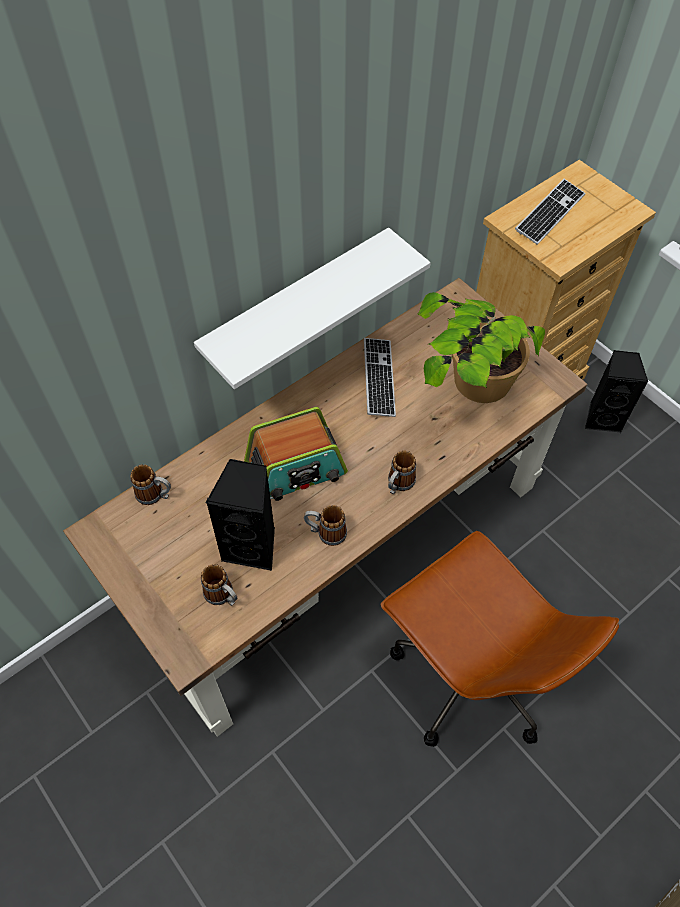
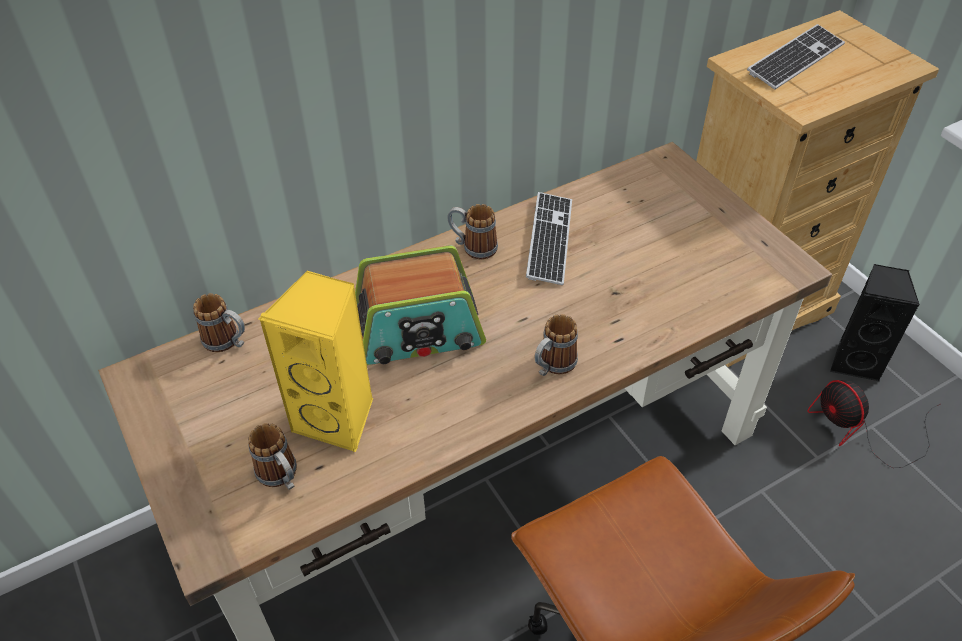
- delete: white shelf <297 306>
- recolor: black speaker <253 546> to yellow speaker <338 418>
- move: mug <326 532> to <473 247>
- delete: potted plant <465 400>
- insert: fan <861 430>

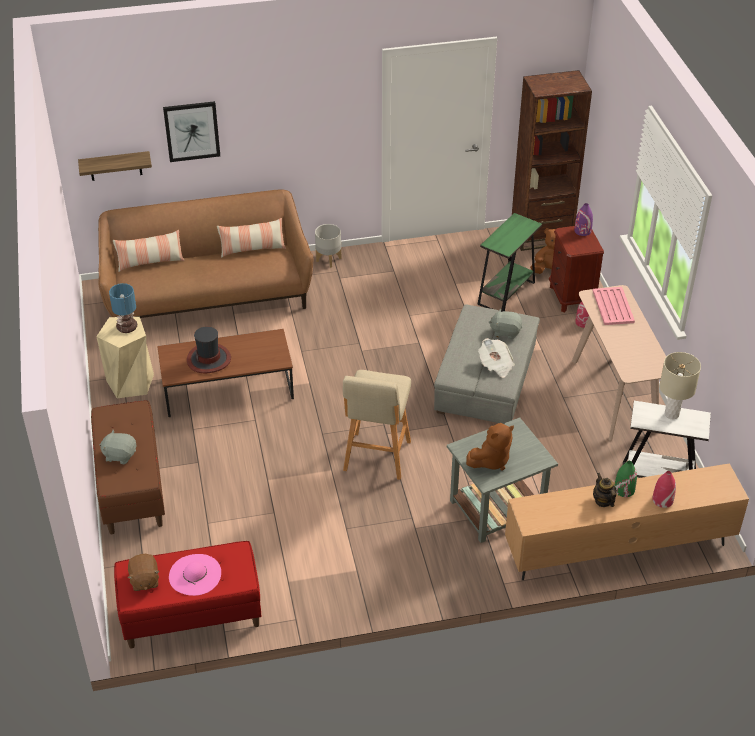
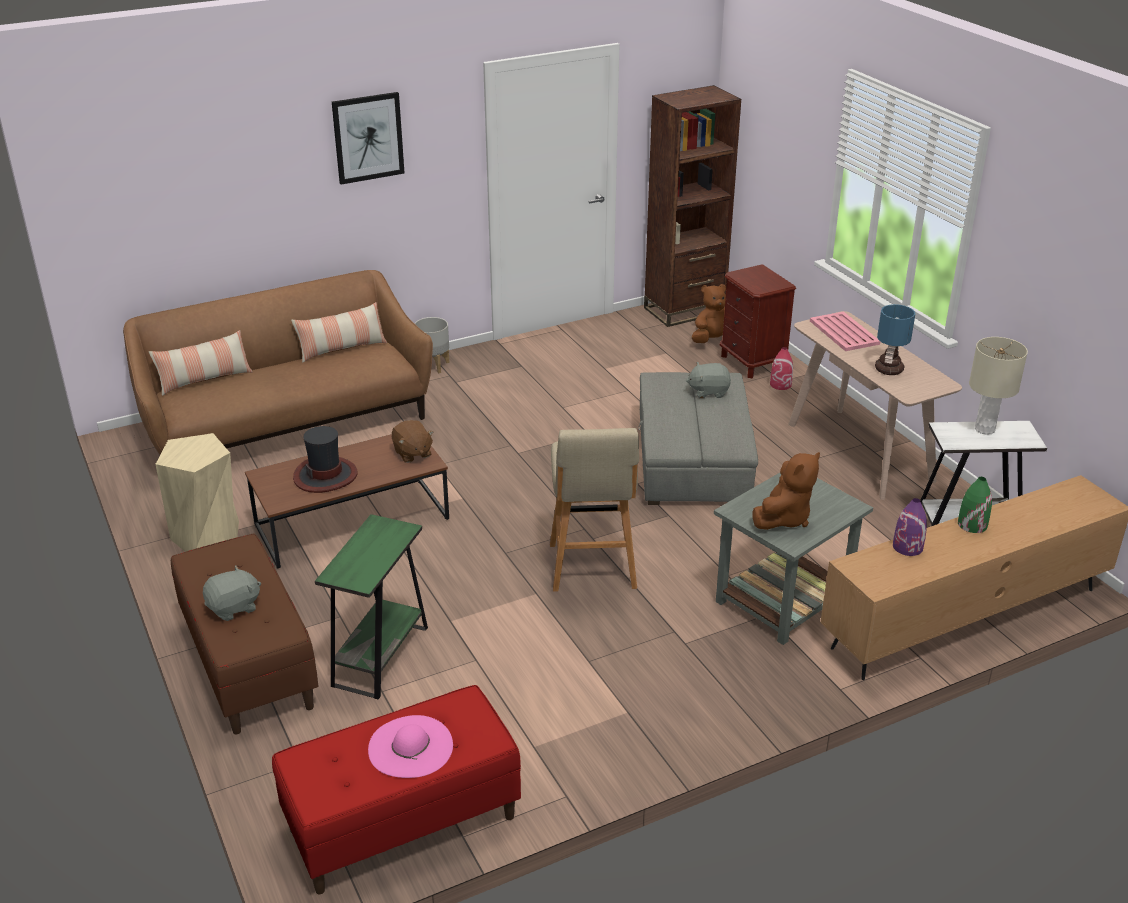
- delete: shelf <115 166>
- rotate: grey plush toy <120 455> = <234 608> 150 degrees clockwise
- move: table lamp <127 326> to <888 369>
- move: brown plush toy <144 580> to <412 453>
- move: picture <192 131> to <368 137>
- move: green side table <506 293> to <380 656>
- delete: newspaper <496 365>
- move: purple vase <583 231> to <908 547>
- delete: teapot <603 501>
- delete: red vase <662 500>

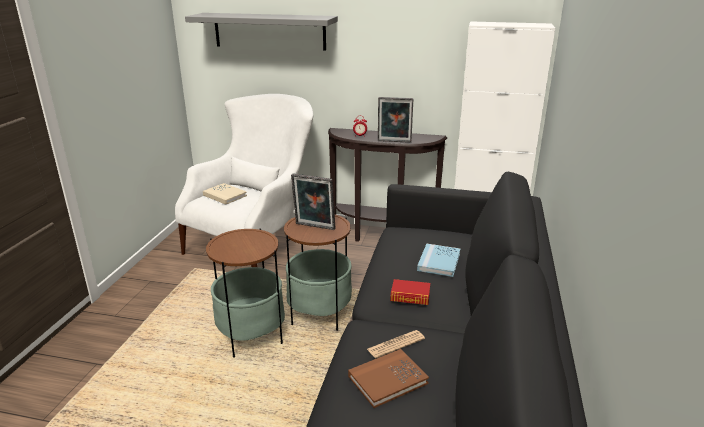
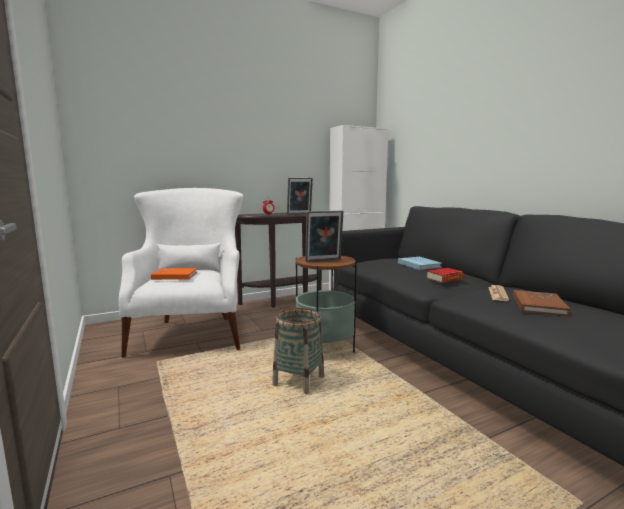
- delete: grey shelf <269 31>
- recolor: beige book <225 195> to orange book <174 276>
- replace: side table <251 336> to basket <298 381>

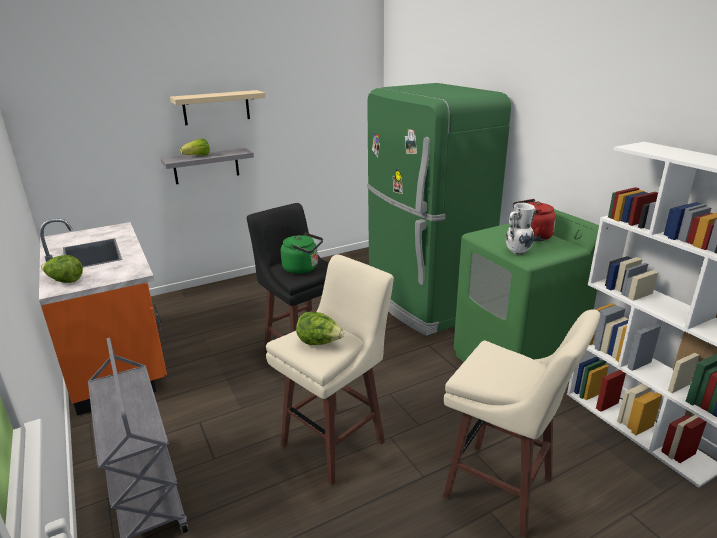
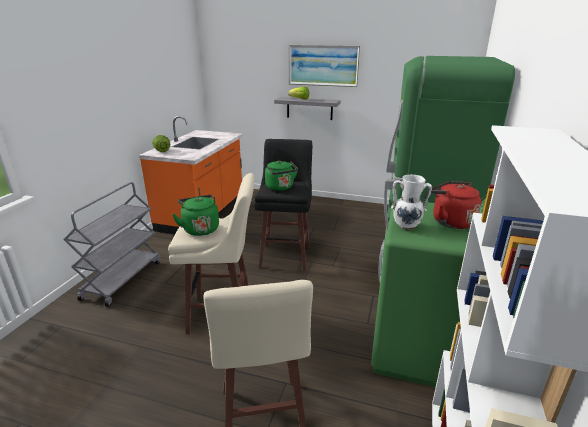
- replace: beige shelf <216 107> to picture <323 65>
- replace: lettuce <319 343> to green kettle <200 229>

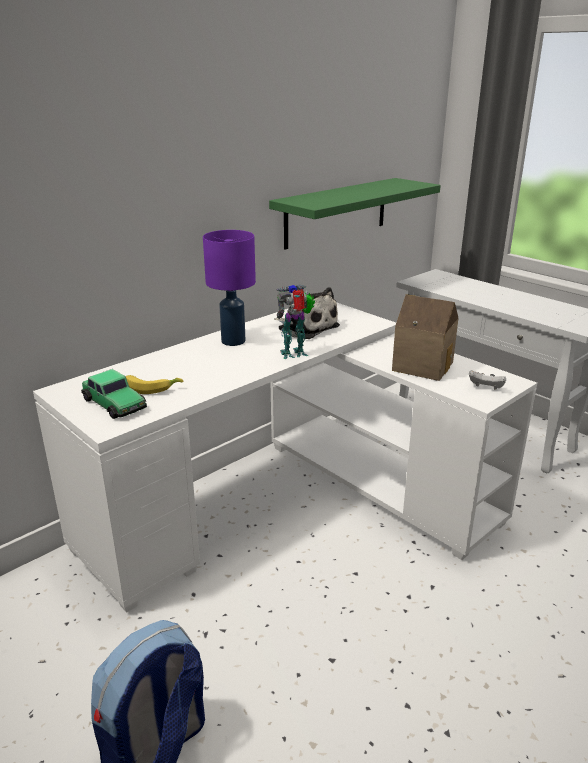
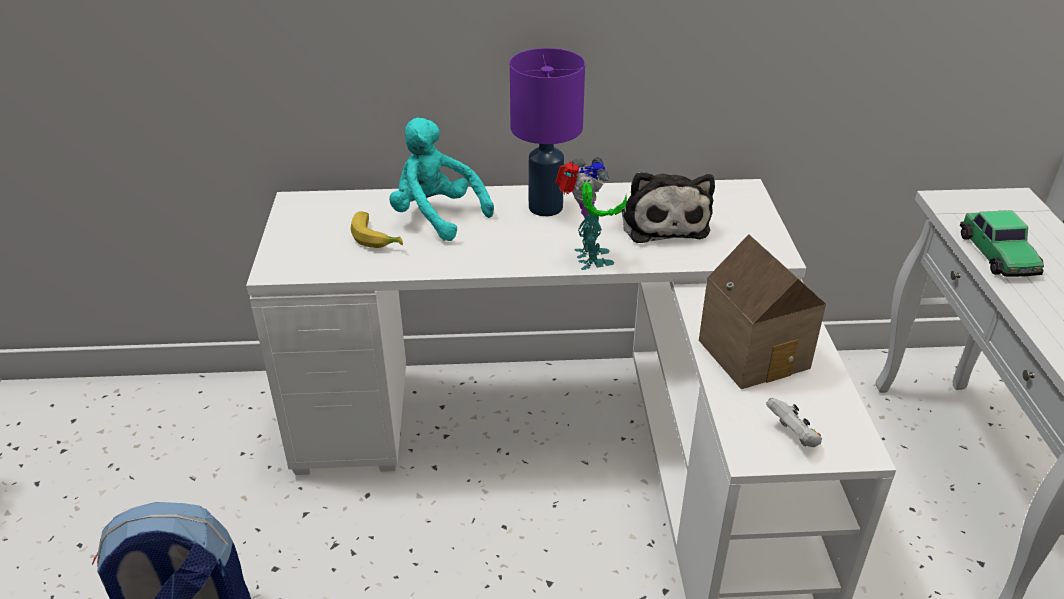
- move: toy car <114 404> to <997 254>
- delete: green shelf <336 212>
- rotate: toy robot <295 354> = <588 259> 60 degrees clockwise
- insert: turquoise plush toy <436 216>

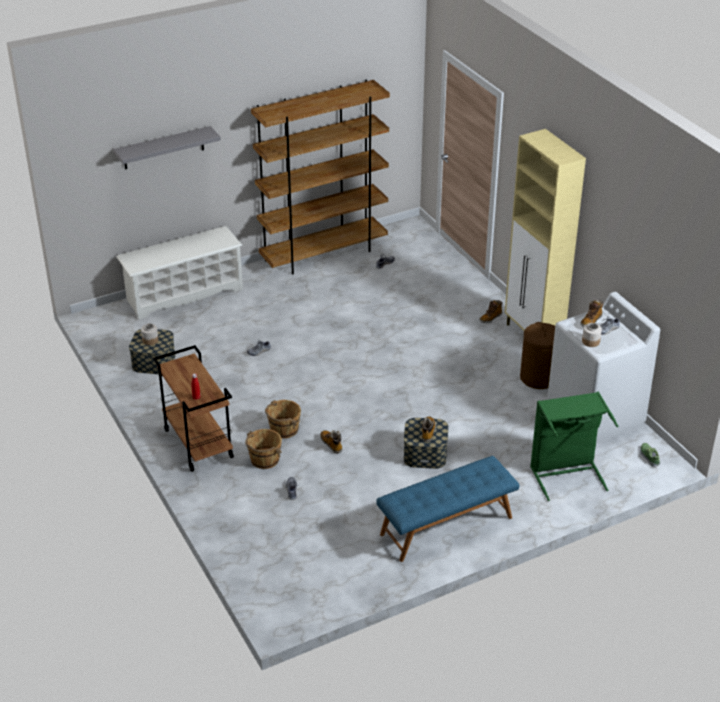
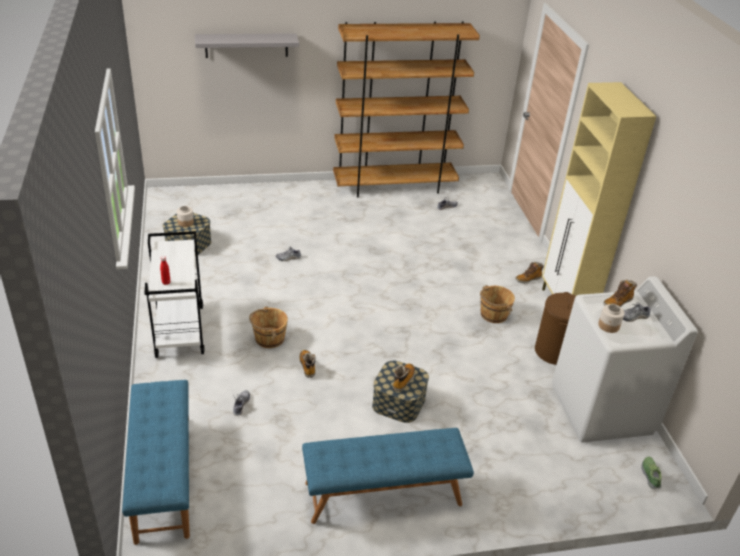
- delete: white shoe rack <184 294>
- recolor: brown cart <197 443> to white cart <179 331>
- move: brown bucket <264 459> to <493 314>
- delete: green laundry basket <566 473>
- insert: blue bench <162 476>

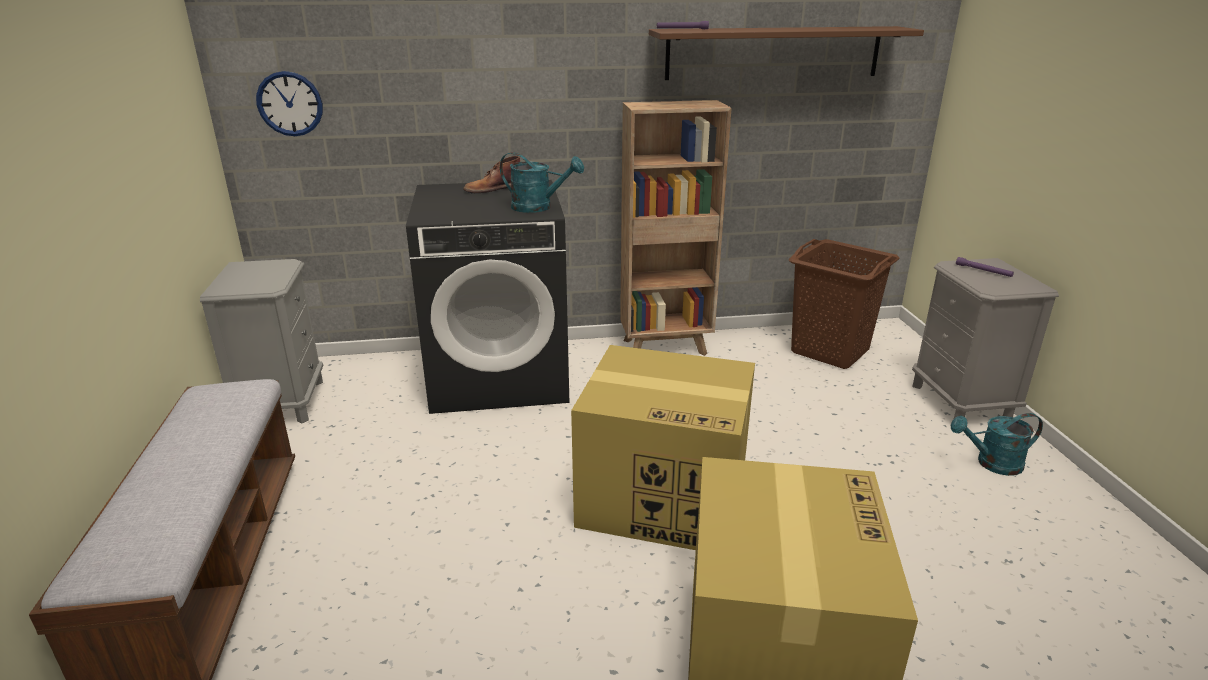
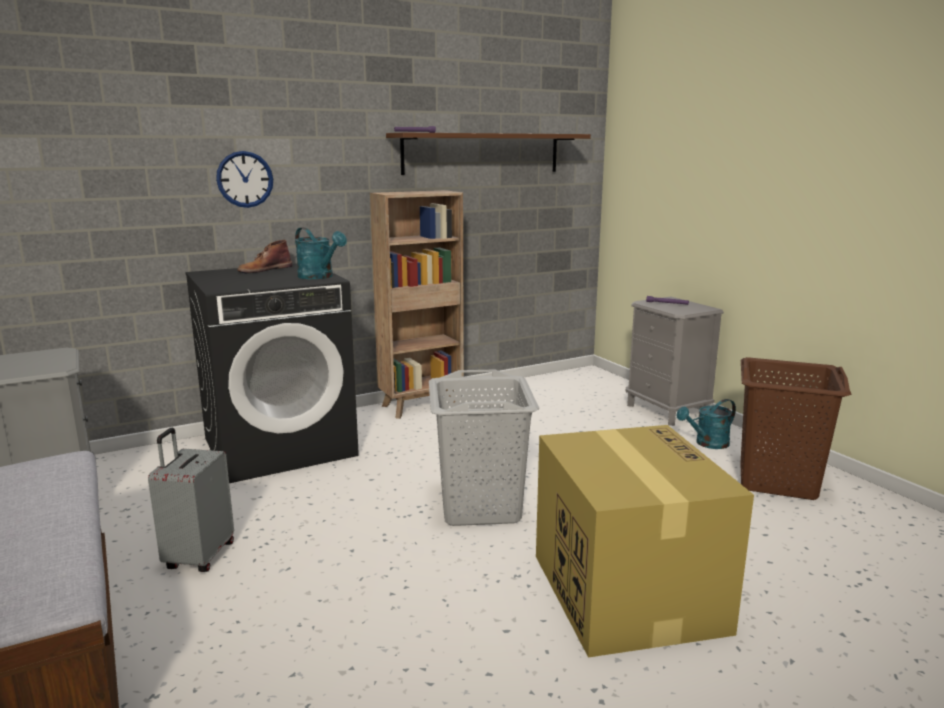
- move: wall clock <290 104> to <245 179>
- rotate: turquoise watering can <539 207> = <319 277> 45 degrees clockwise
- replace: cardboard box <665 498> to grey laundry basket <481 507>
- move: brown laundry basket <829 350> to <776 481>
- insert: grey suitcase <198 557>

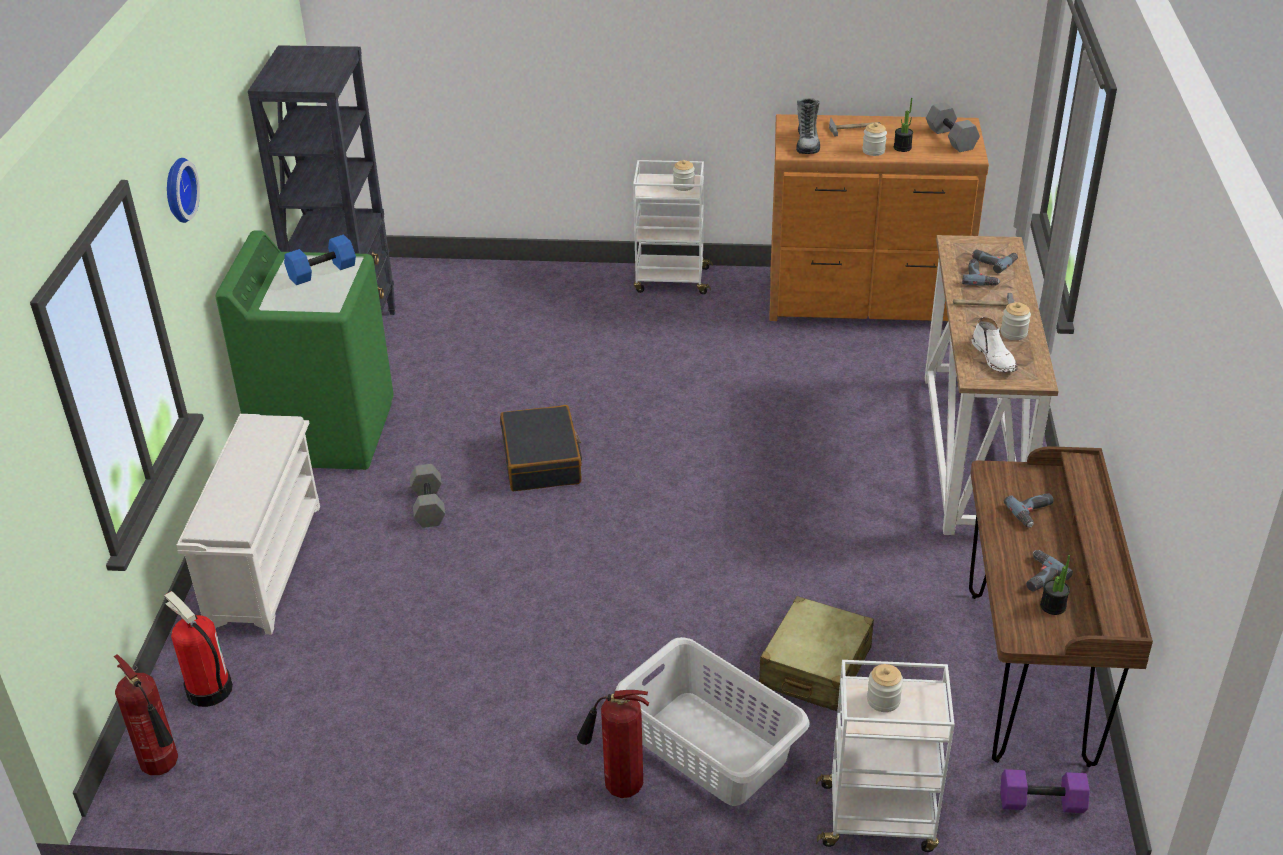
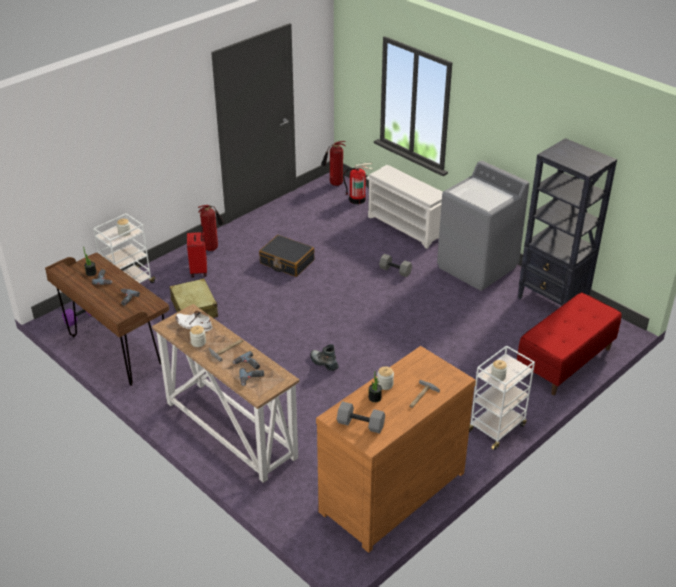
- delete: wall clock <177 190>
- recolor: green washing machine <325 432> to grey washing machine <477 267>
- delete: blue dumbbell <322 272>
- move: black suitcase <542 460> to <286 262>
- replace: grey laundry basket <710 747> to red suitcase <199 270>
- move: boot <807 143> to <324 363>
- insert: red bench <565 361>

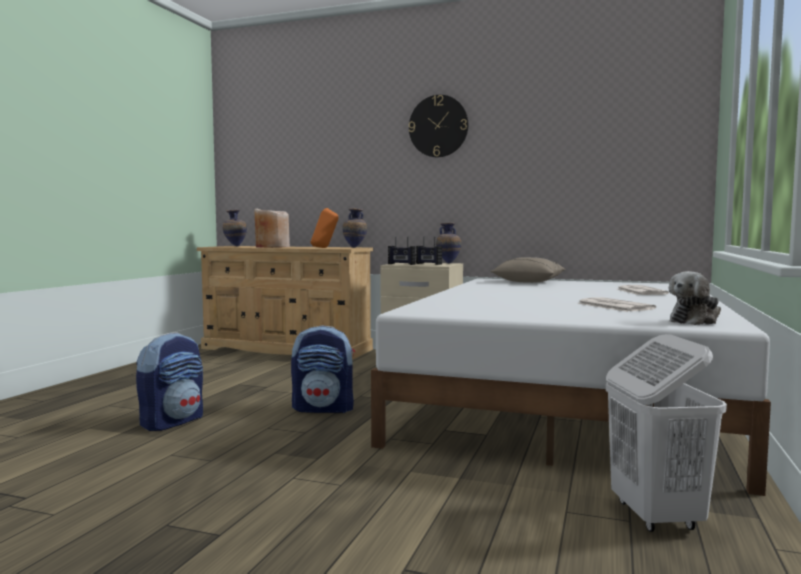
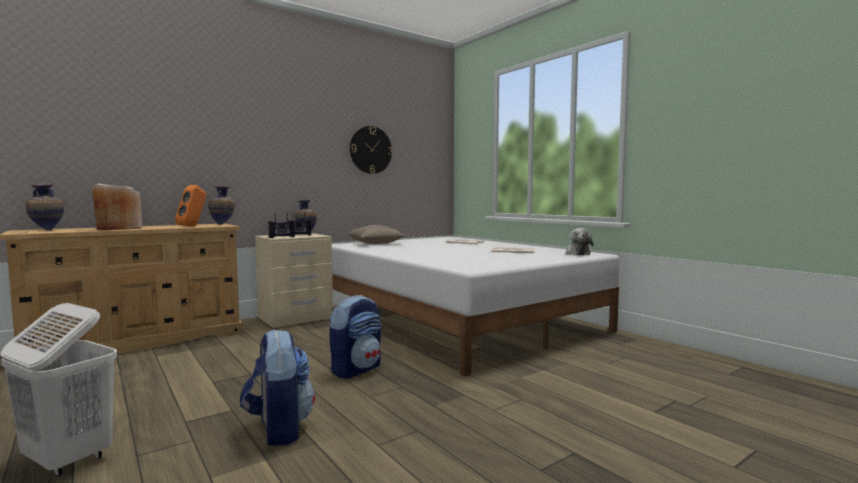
- move: wall clock <438 126> to <370 150>
- move: white laundry basket <655 517> to <67 460>

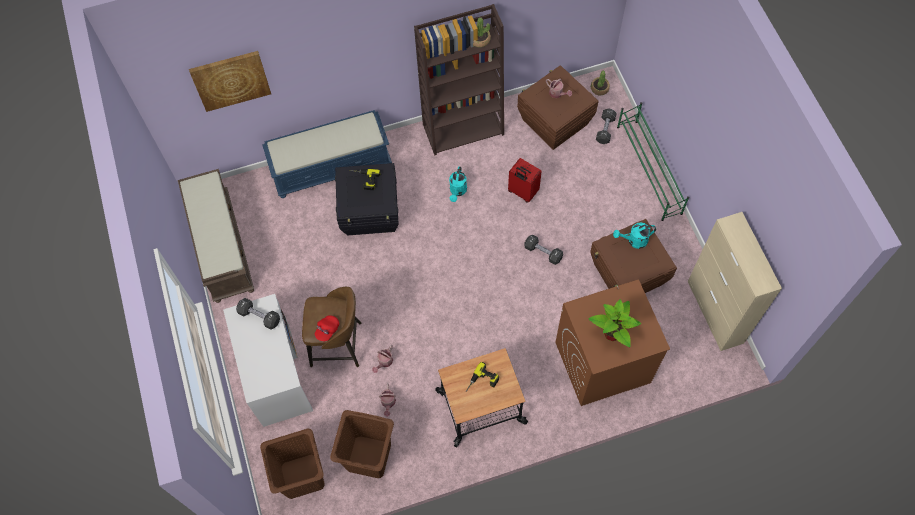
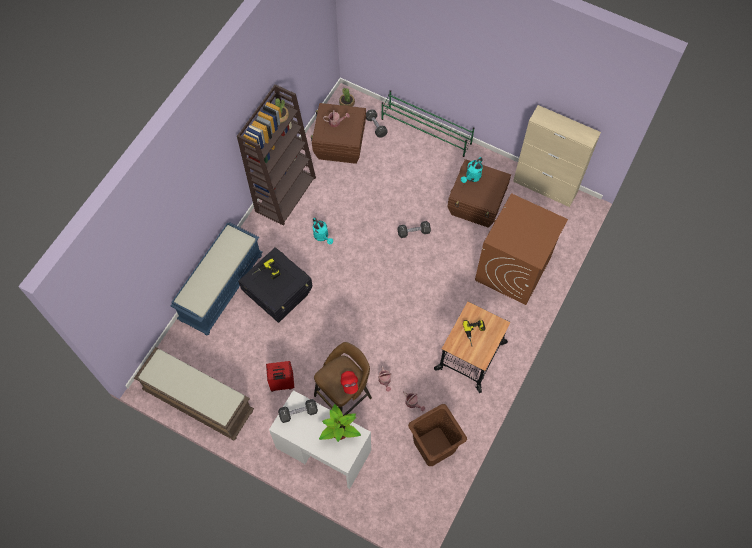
- delete: picture <231 80>
- delete: brown laundry basket <302 476>
- move: red suitcase <522 192> to <282 384>
- move: potted plant <612 333> to <340 433>

